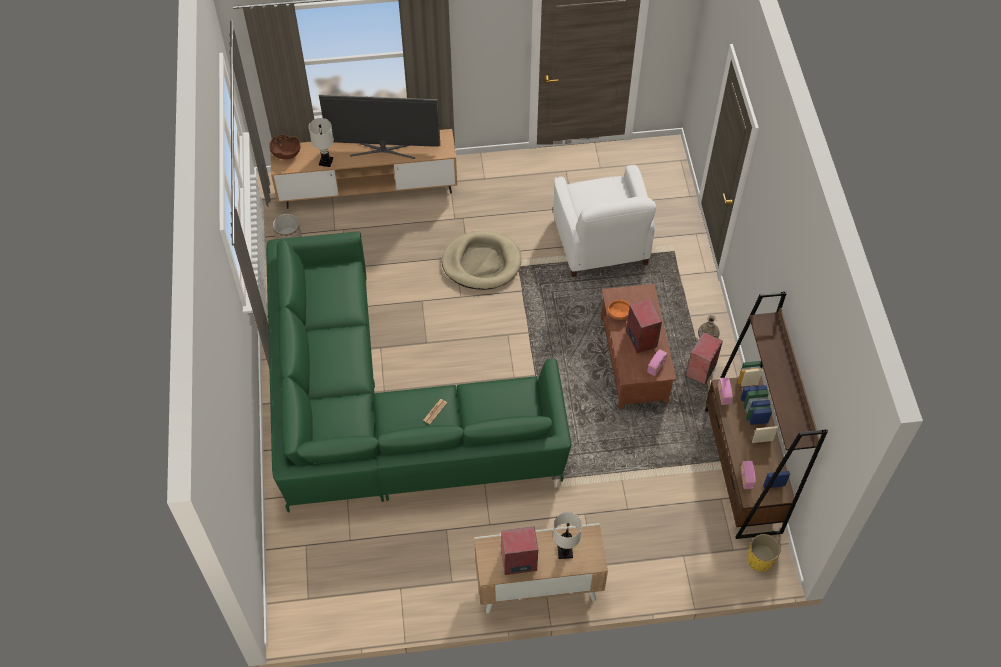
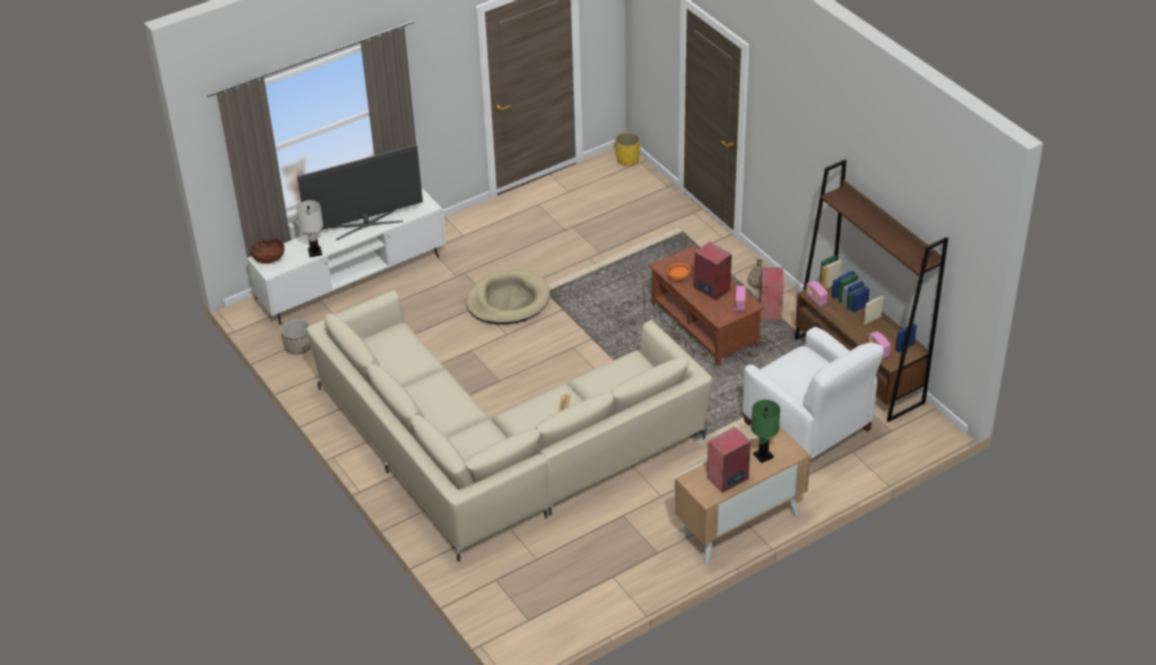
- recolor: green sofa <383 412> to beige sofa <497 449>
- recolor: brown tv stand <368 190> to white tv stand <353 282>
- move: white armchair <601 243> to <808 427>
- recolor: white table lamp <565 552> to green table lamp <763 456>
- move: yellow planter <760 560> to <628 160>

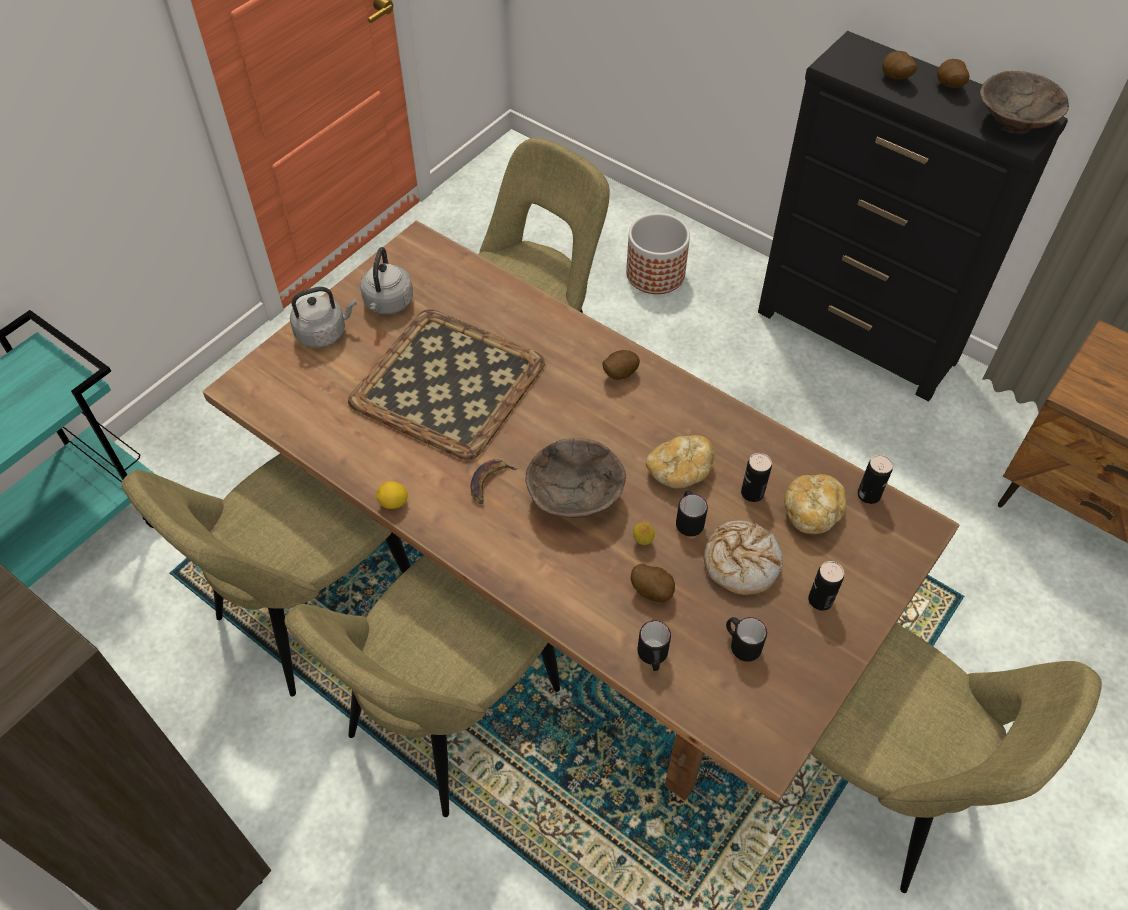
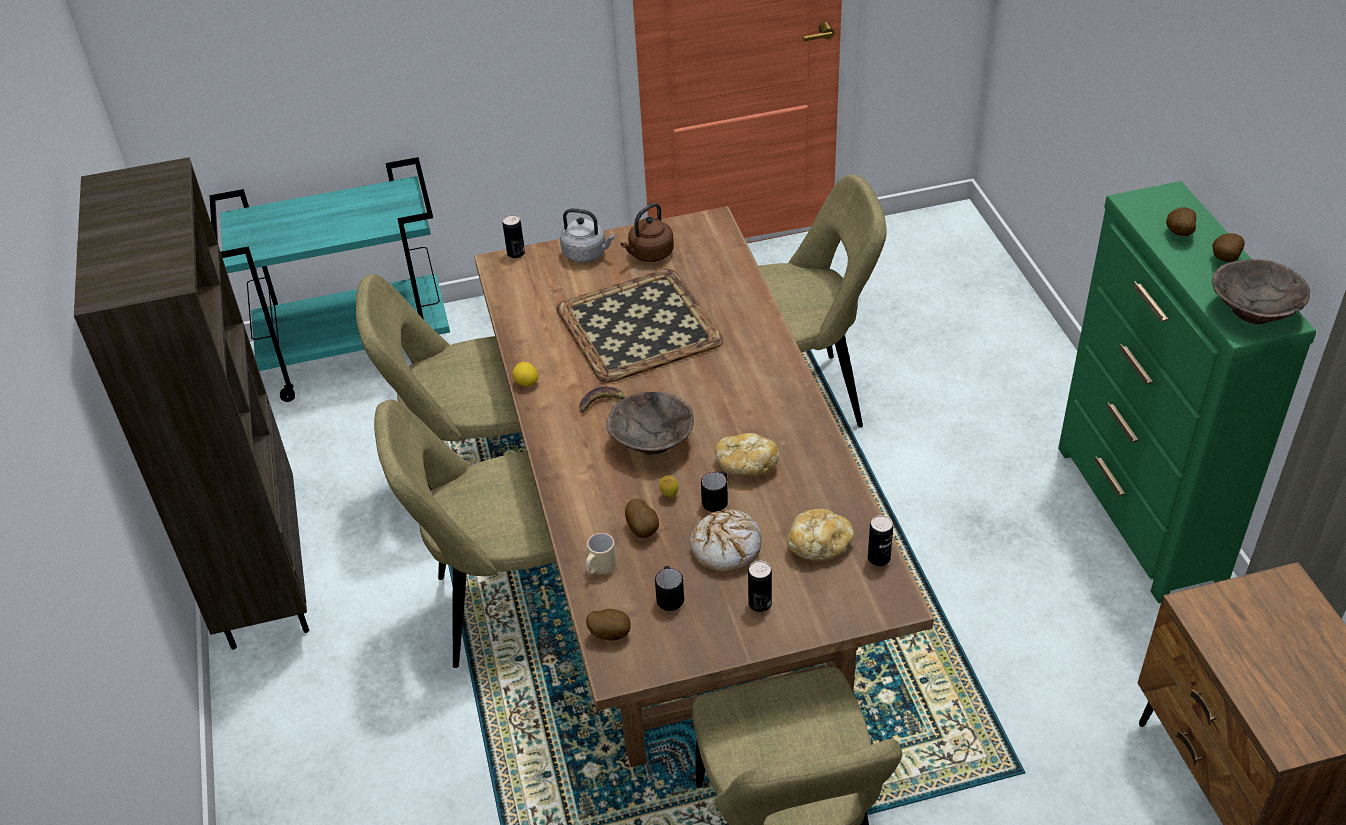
- recolor: grey kettle <388 304> to brown kettle <649 254>
- move: potato <619 374> to <610 633>
- delete: planter <655 274>
- recolor: black mug <653 657> to beige mug <600 569>
- move: can <752 493> to <516 253>
- recolor: black dresser <857 337> to green dresser <1139 515>

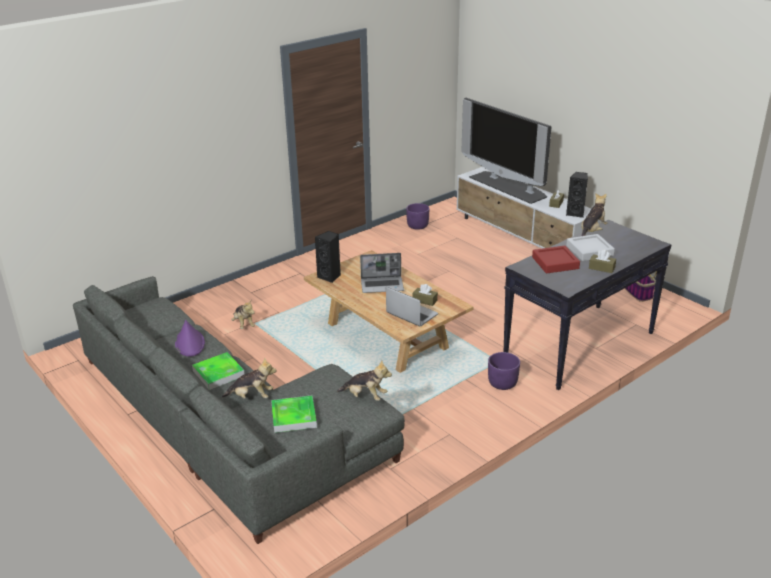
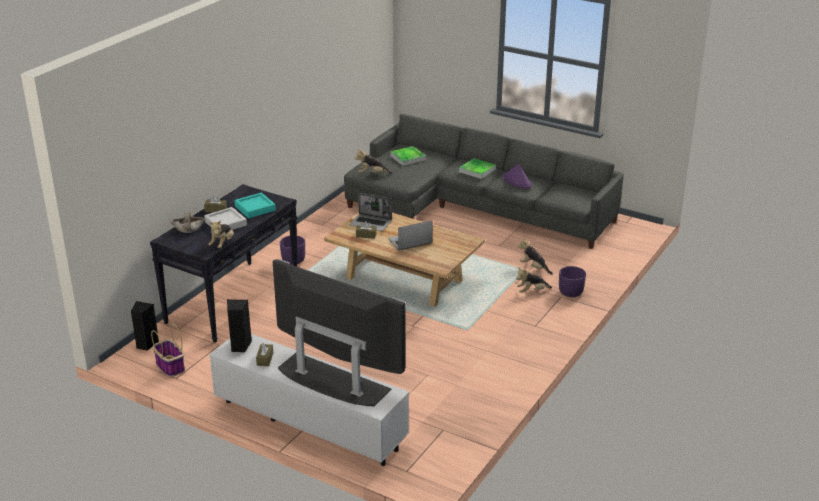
- move: plush toy <251 396> to <532 291>
- move: black speaker <330 277> to <146 344>
- move: purple planter <417 226> to <571 292>
- recolor: red tray <555 263> to turquoise tray <255 208>
- insert: beige bowl <189 228>

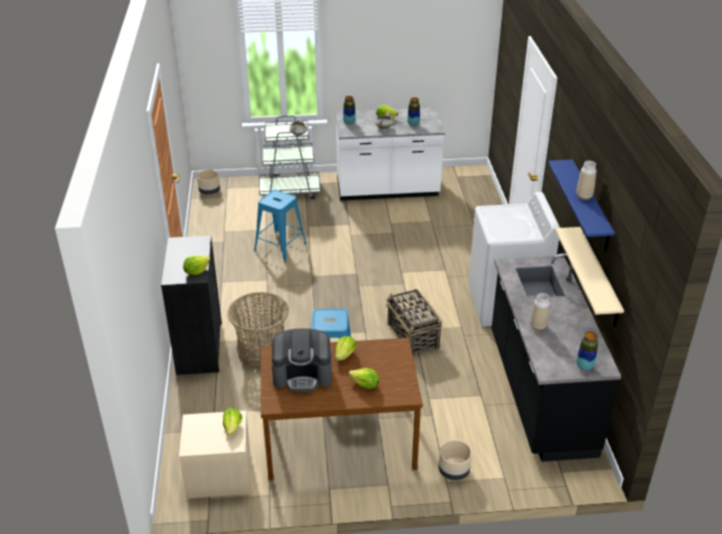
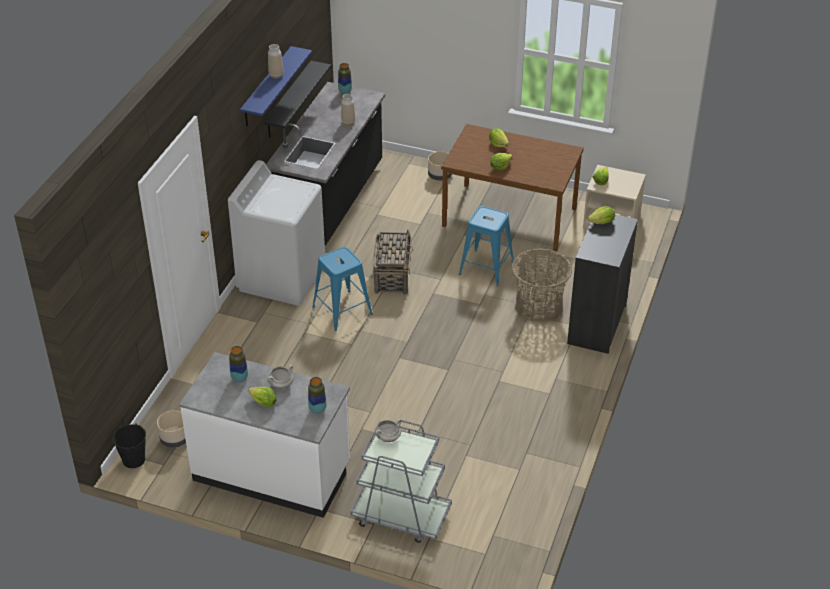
- move: beige planter <209 191> to <175 439>
- move: blue stool <280 247> to <342 310>
- delete: coffee machine <303 374>
- recolor: beige shelf <598 277> to black shelf <288 100>
- insert: black bucket <133 459>

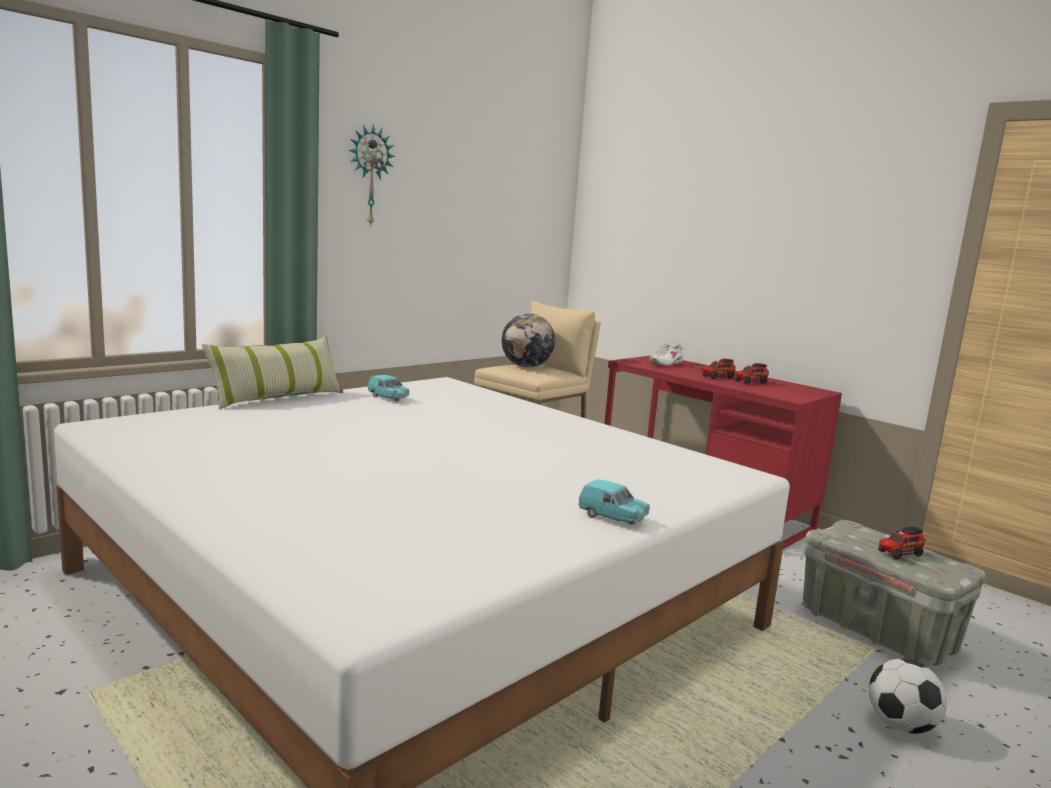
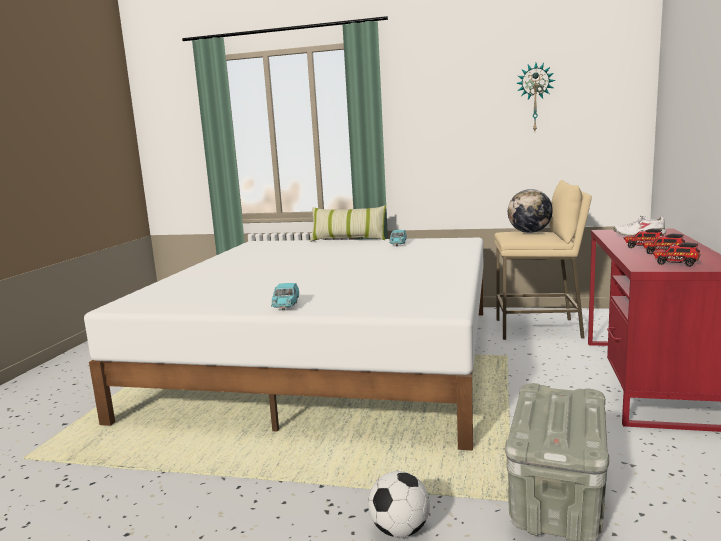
- move: wall clock <369 176> to <535 97>
- move: toy truck <899 554> to <675 264>

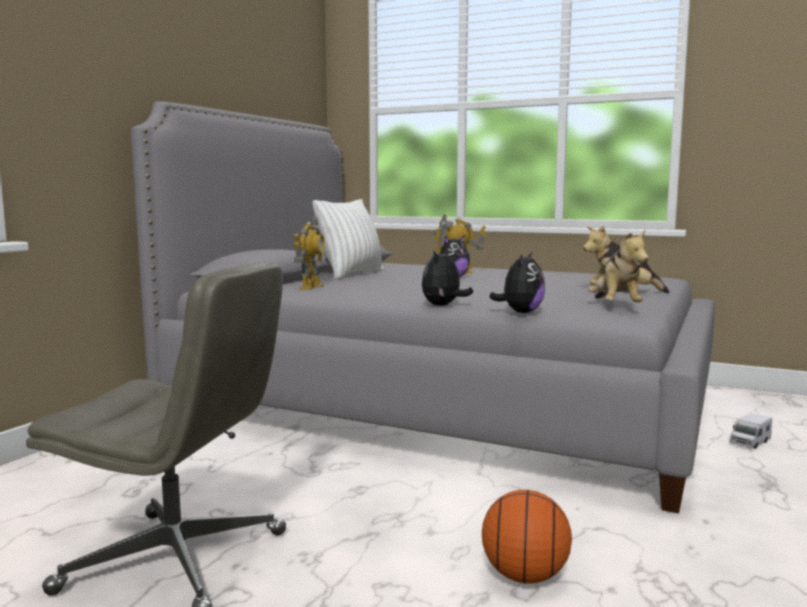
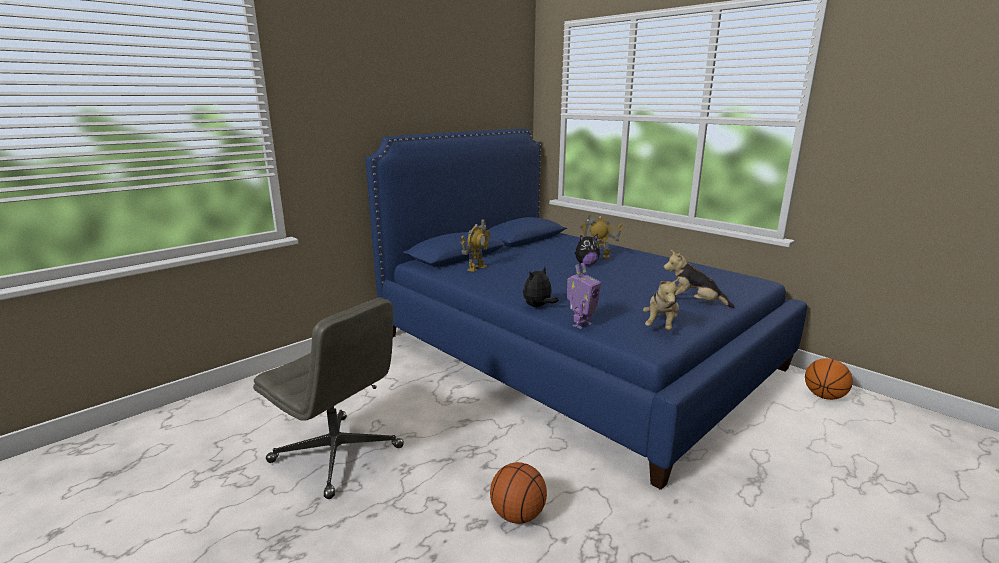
- recolor: grey bed <445 400> to blue bed <571 351>
- delete: white pillow <351 274>
- replace: plush toy <520 312> to toy robot <581 324>
- delete: toy truck <750 442>
- insert: basketball <824 396>

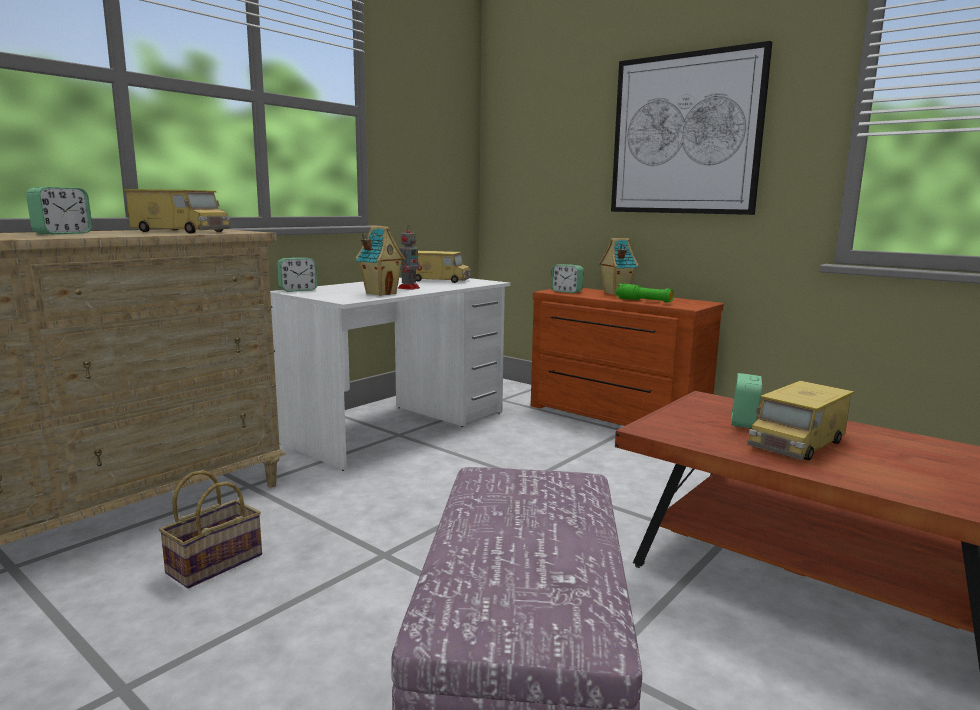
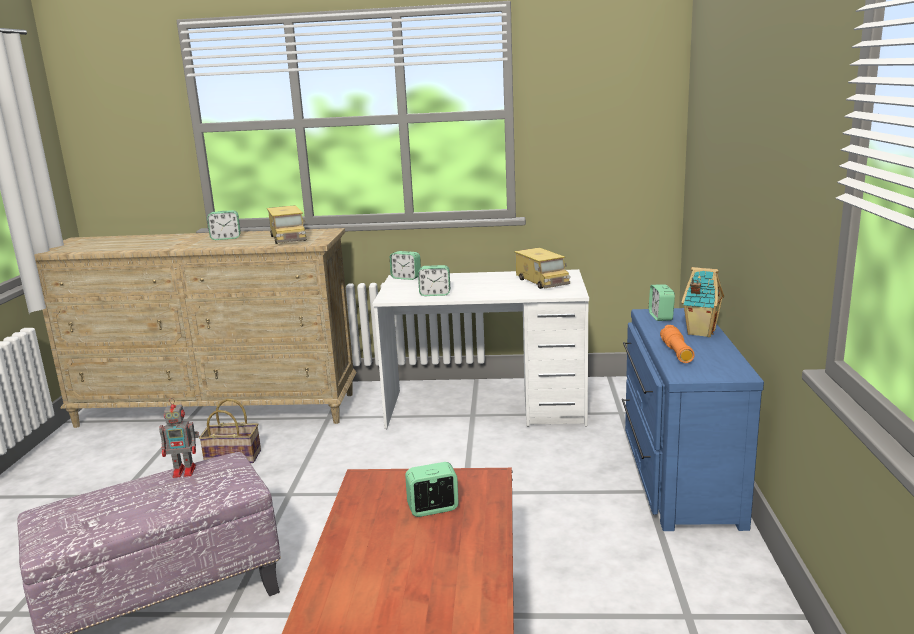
- replace: toy house <380 293> to alarm clock <435 294>
- move: toy robot <409 288> to <185 471>
- recolor: brown dresser <614 417> to blue dresser <676 473>
- delete: picture <685 135>
- recolor: green flashlight <644 301> to orange flashlight <677 353>
- delete: toy truck <798 443>

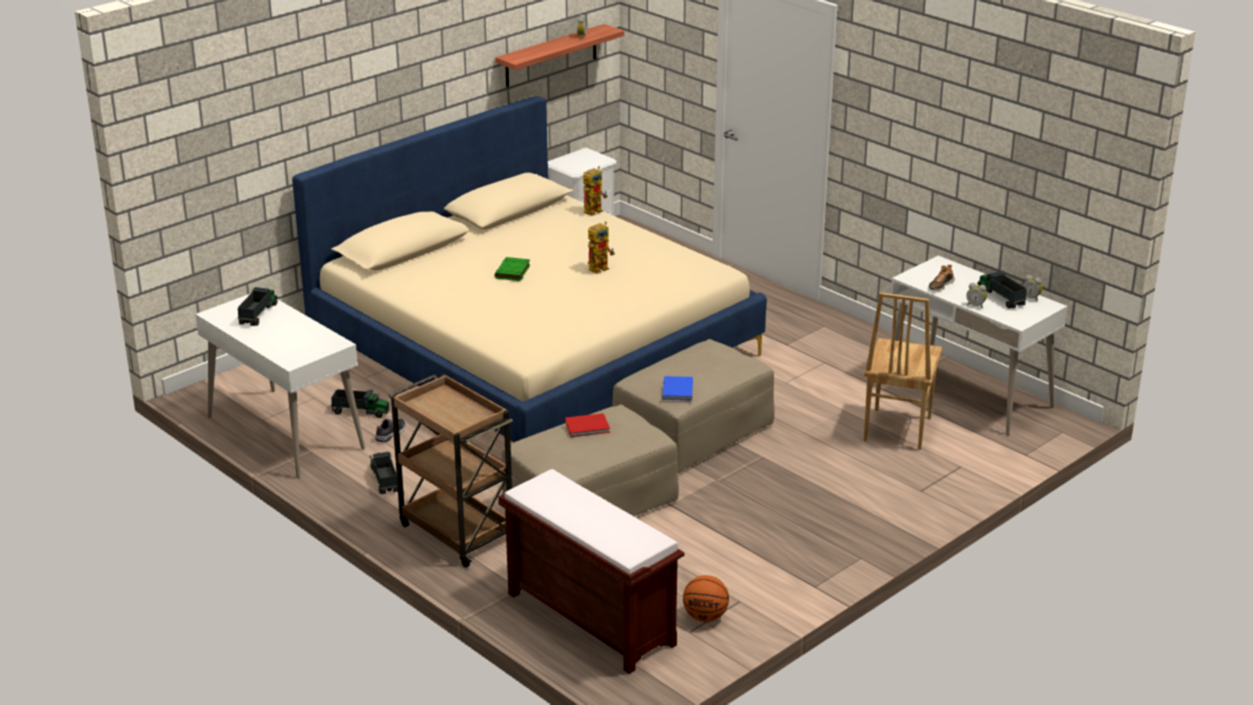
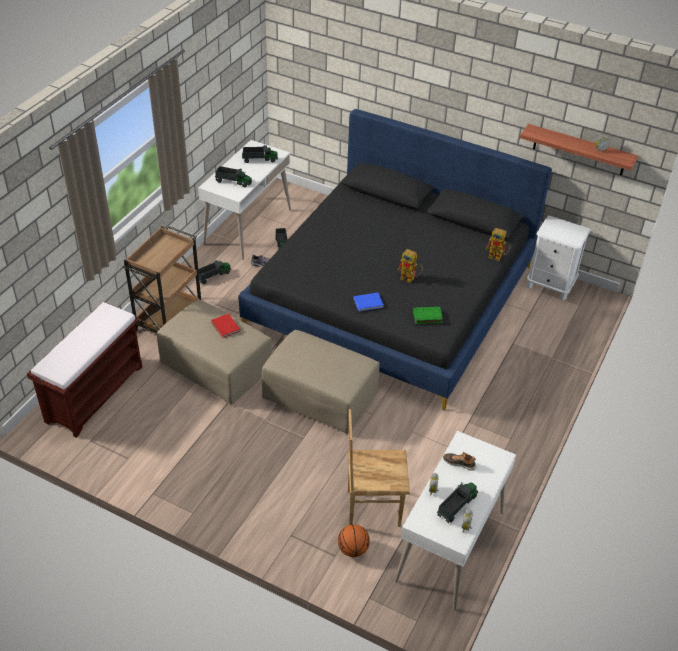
- recolor: beige bed <534 349> to black bed <392 297>
- move: green book <512 272> to <427 317>
- move: blue book <678 389> to <369 303>
- move: basketball <705 617> to <353 549>
- insert: toy truck <233 182>

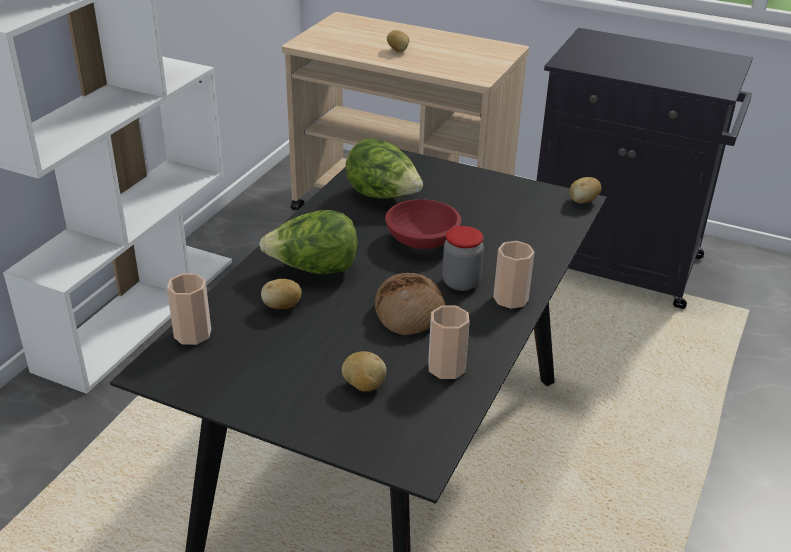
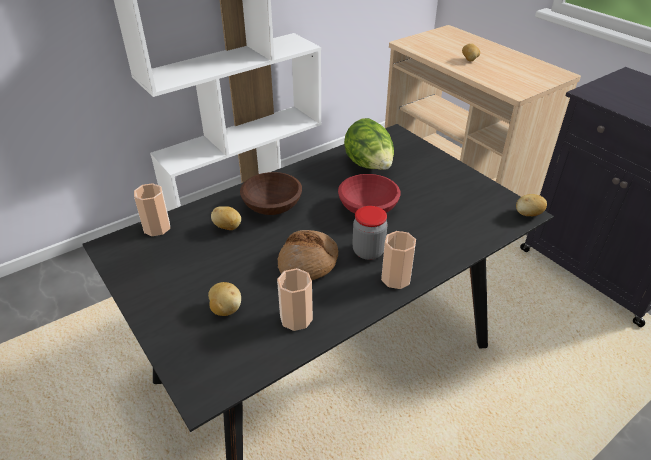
- replace: lettuce <313 270> to brown bowl <272 207>

